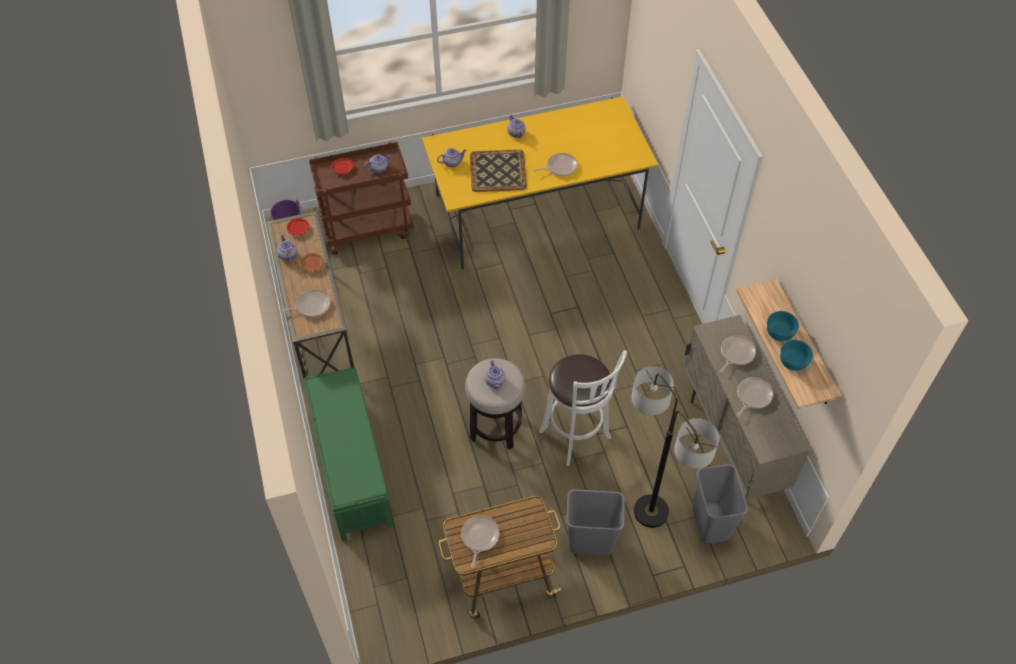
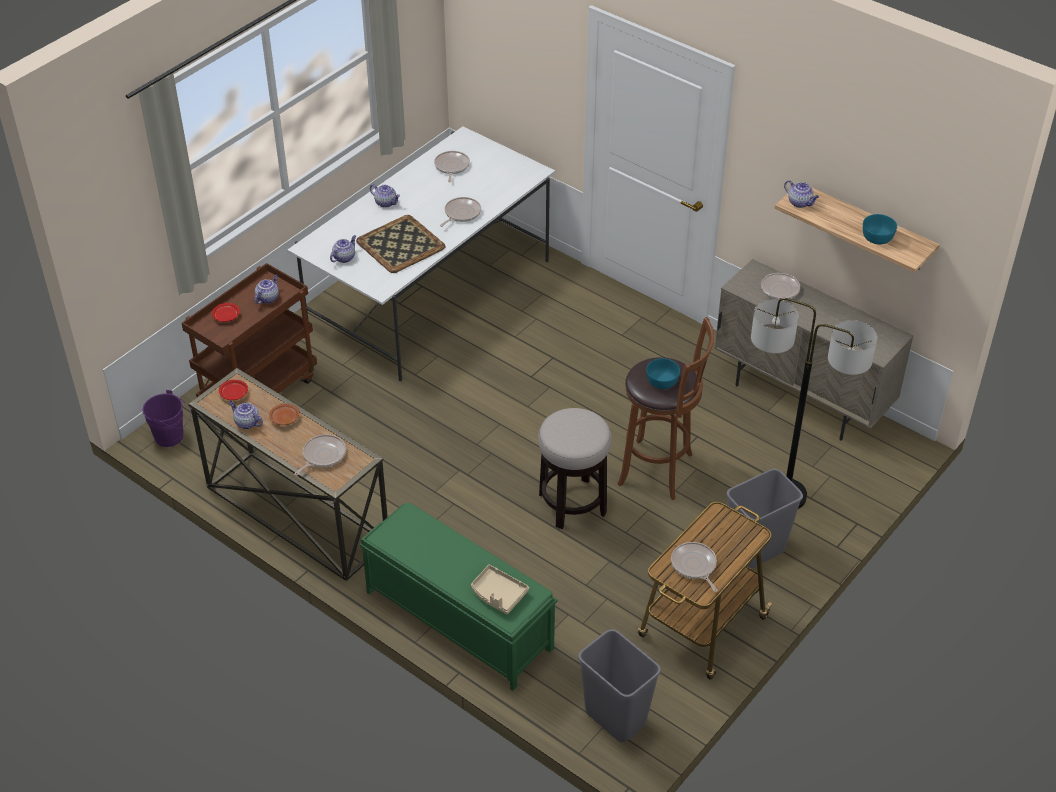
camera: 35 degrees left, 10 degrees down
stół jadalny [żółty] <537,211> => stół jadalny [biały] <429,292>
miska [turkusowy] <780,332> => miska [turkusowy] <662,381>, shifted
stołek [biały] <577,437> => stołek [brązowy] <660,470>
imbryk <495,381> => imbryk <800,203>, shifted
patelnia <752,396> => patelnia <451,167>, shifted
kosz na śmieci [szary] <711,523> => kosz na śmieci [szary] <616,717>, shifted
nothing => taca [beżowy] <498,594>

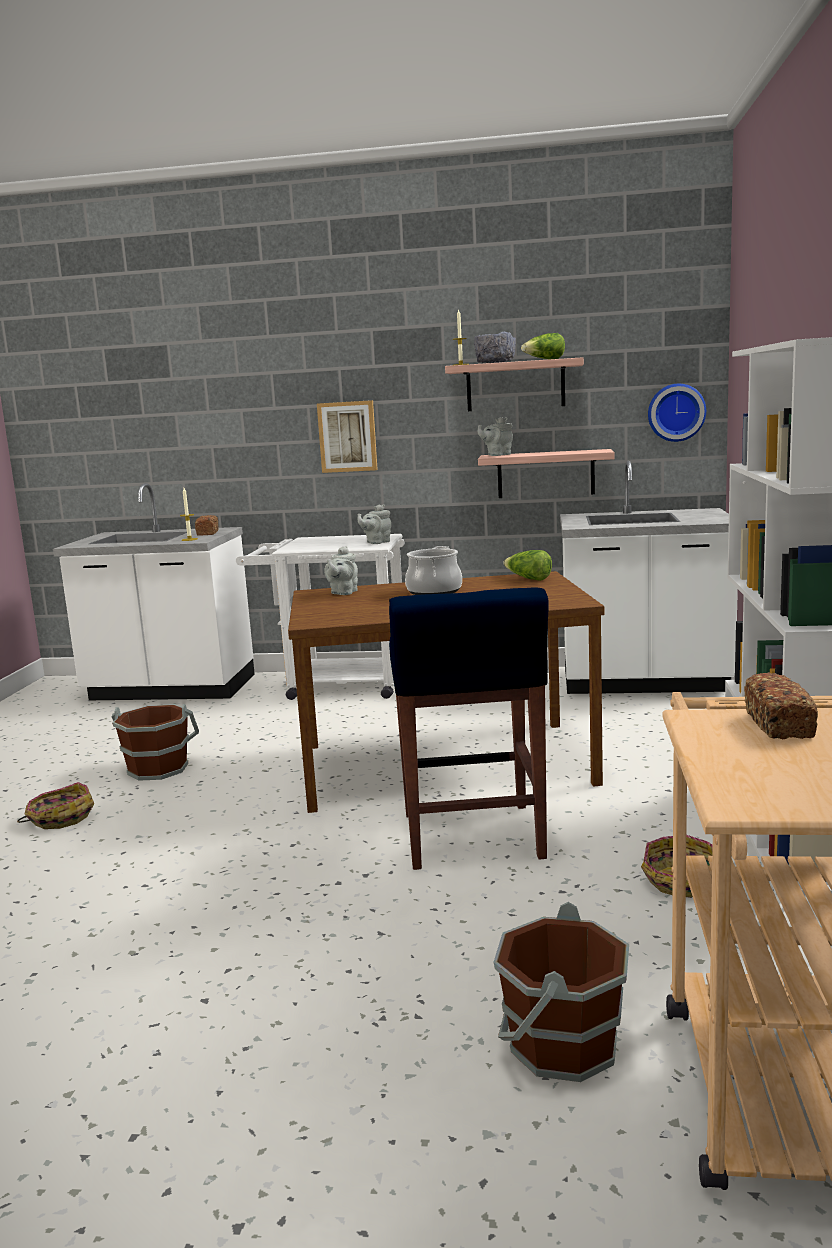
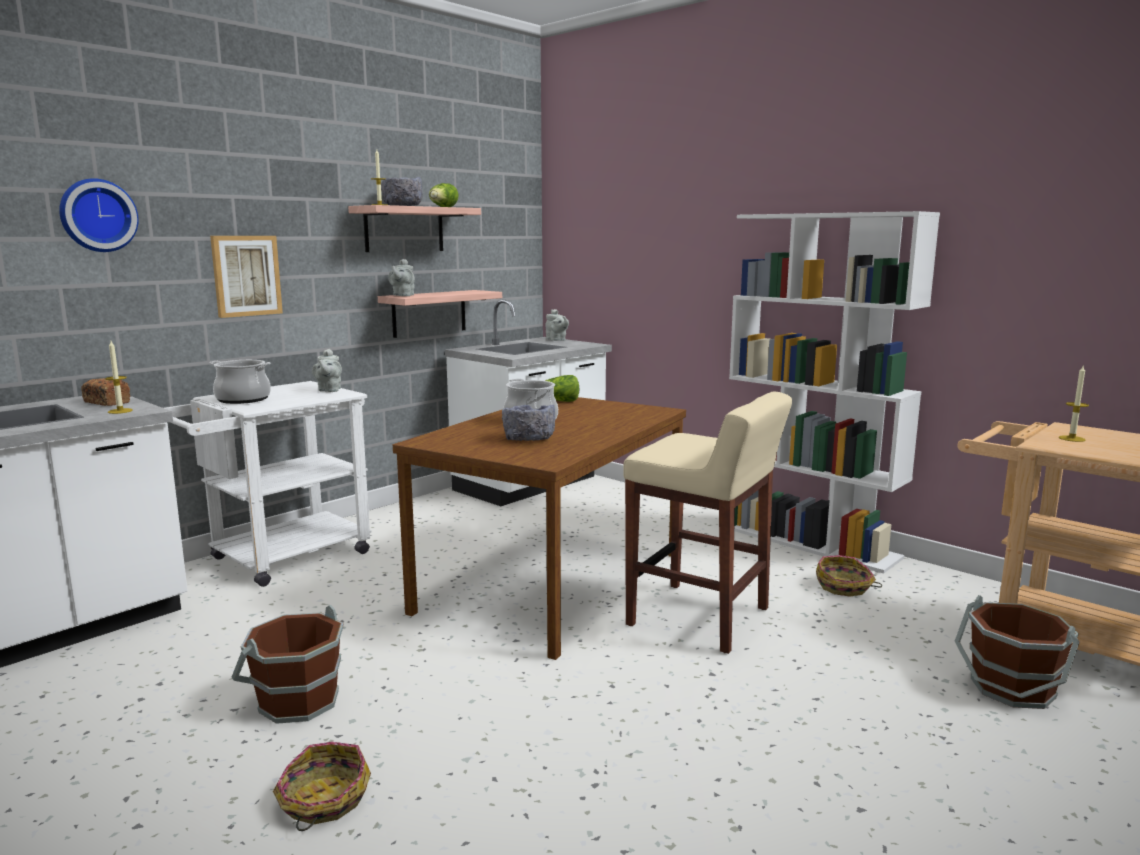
camera: 55 degrees left, 0 degrees up
zegar ścienny <676,412> => zegar ścienny <97,215>, shifted
imbryk [szary] <343,593> => imbryk [szary] <557,340>, shifted
stołek [niebieski] <472,838> => stołek [beżowy] <701,618>
chleb <779,725> => świeca <1072,438>
nothing => garnek <243,399>
nothing => miska [szary] <528,439>

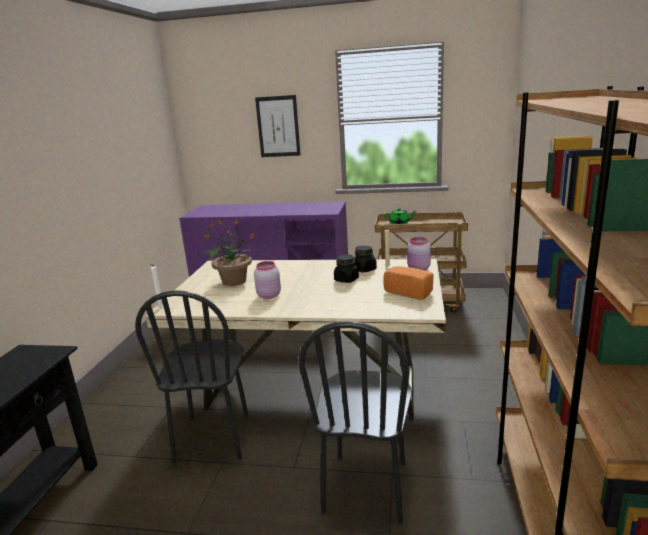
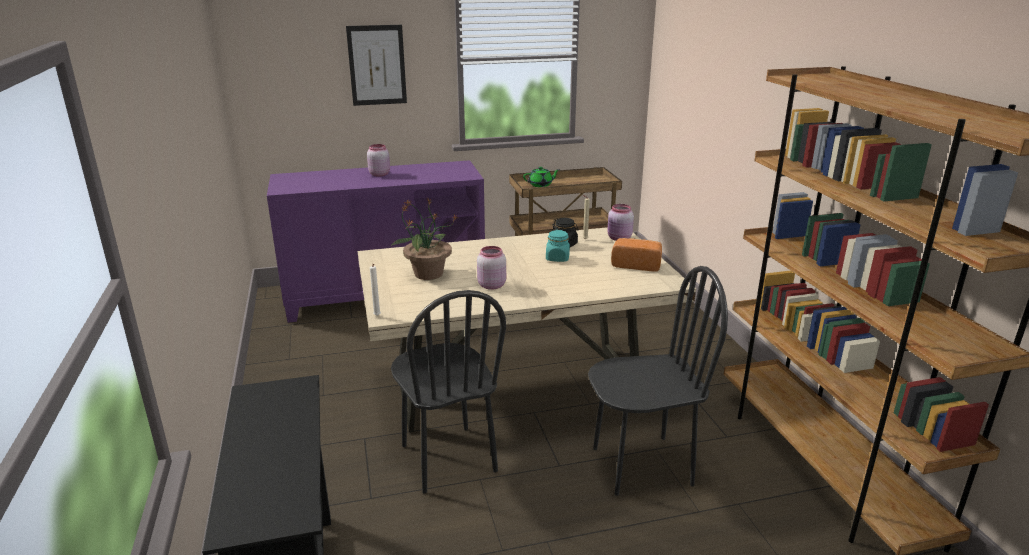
camera: 25 degrees left, 5 degrees up
słoik [czarny] <346,280> => słoik [turkusowy] <557,258>
krzesło [czarny] <366,487> => krzesło [czarny] <641,465>, 90 degrees counterclockwise
nothing => słoik [różowy] <379,174>

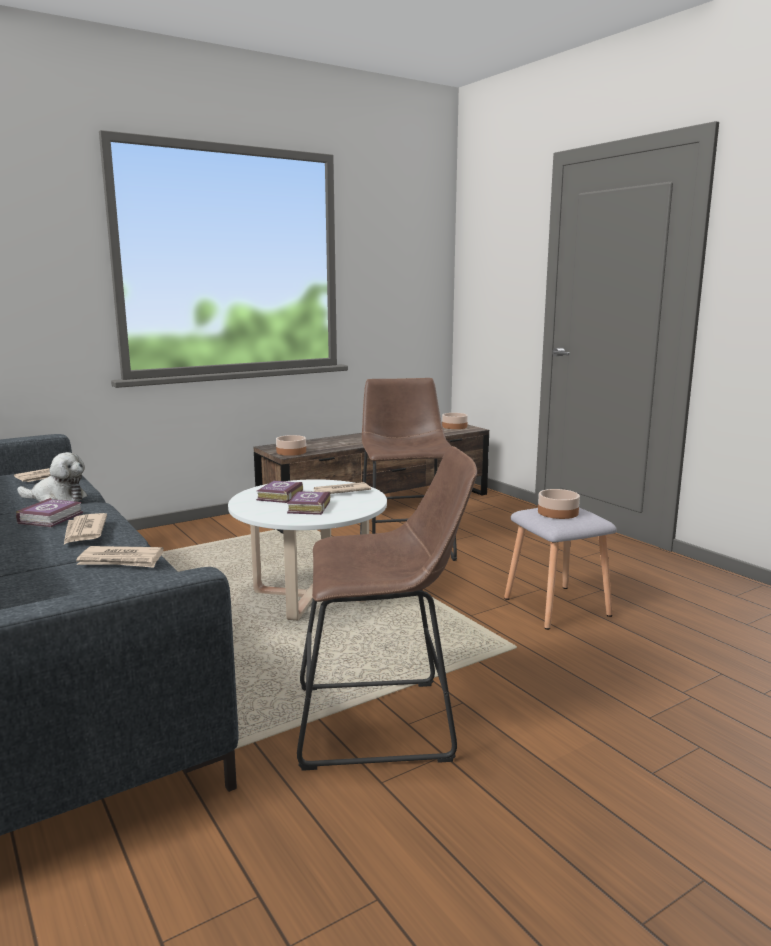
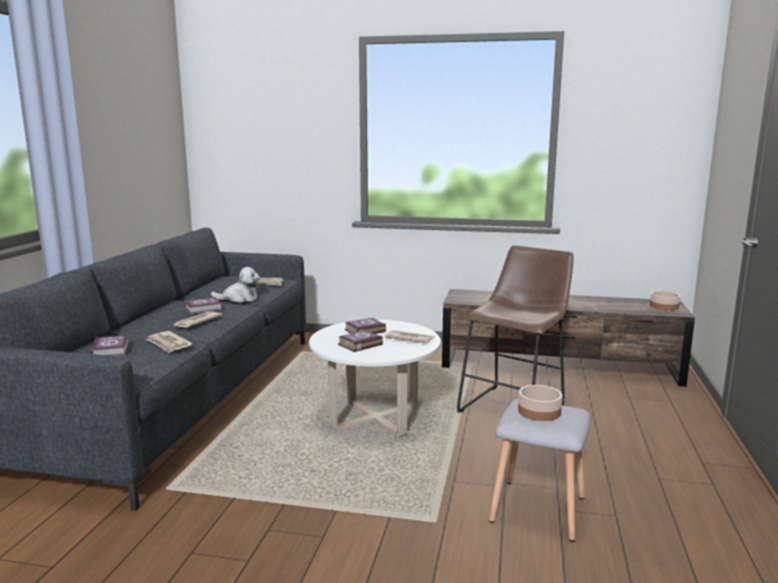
camera: 45 degrees right, 0 degrees up
miska <291,452> => nothing
stołek [brązowy] <384,723> => nothing
pluszak <57,499> => pluszak <239,298>, 60 degrees counterclockwise
nothing => książka <111,351>

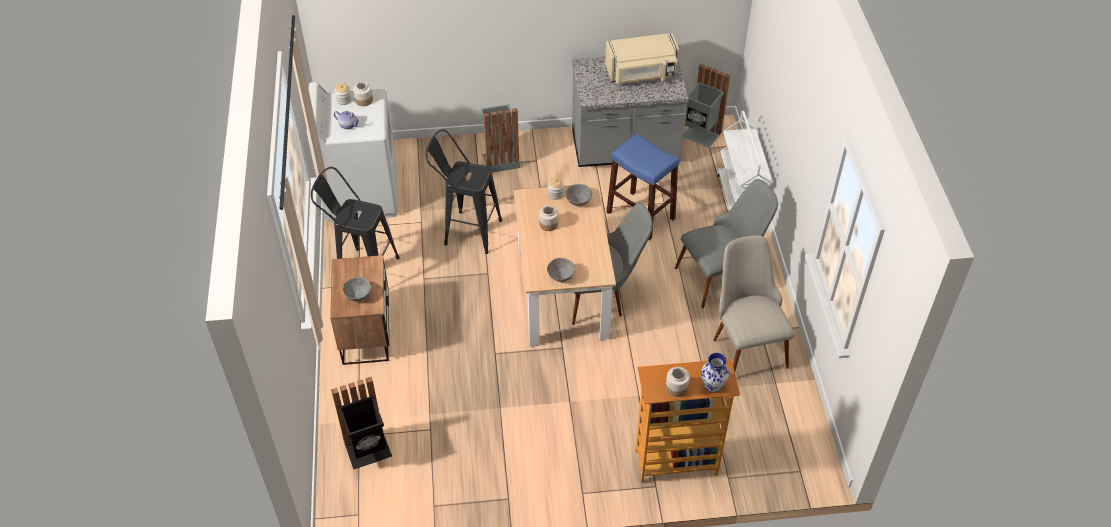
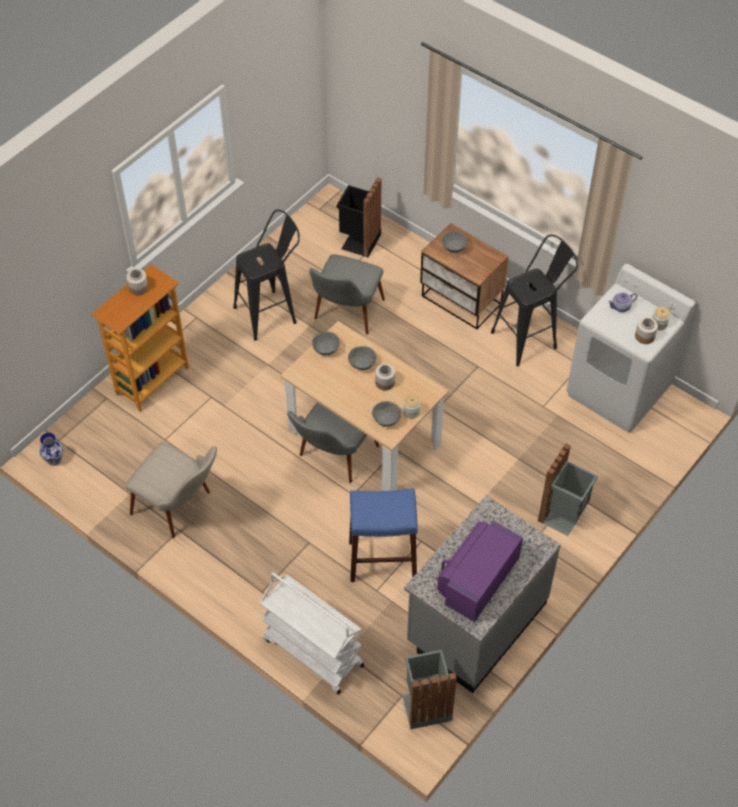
camera: 135 degrees right, 5 degrees up
mikrofalówka [beżowy] <641,74> => mikrofalówka [fioletowy] <476,579>
stołek [czarny] <466,231> => stołek [czarny] <271,313>, shifted
krzesło [szary] <721,276> => krzesło [szary] <345,318>, shifted
wazon <712,386> => wazon <54,459>, shifted
nothing => miska [szary] <362,364>

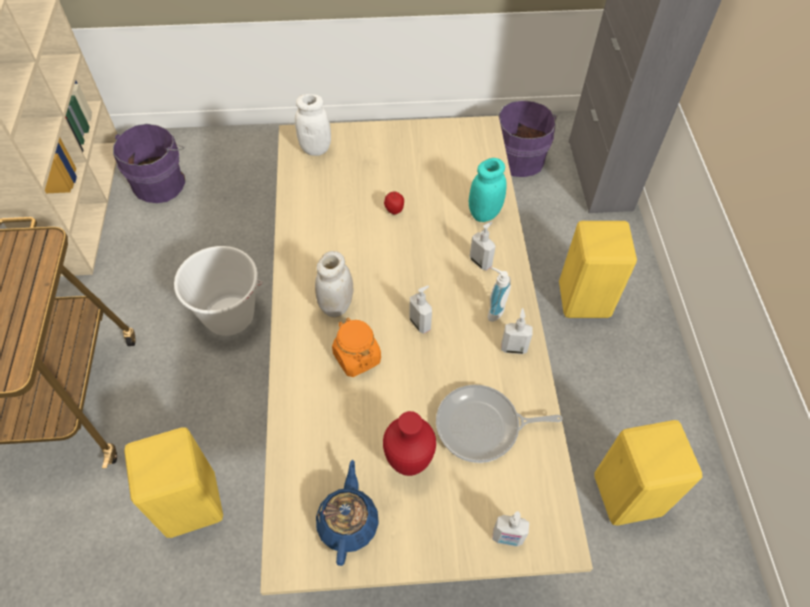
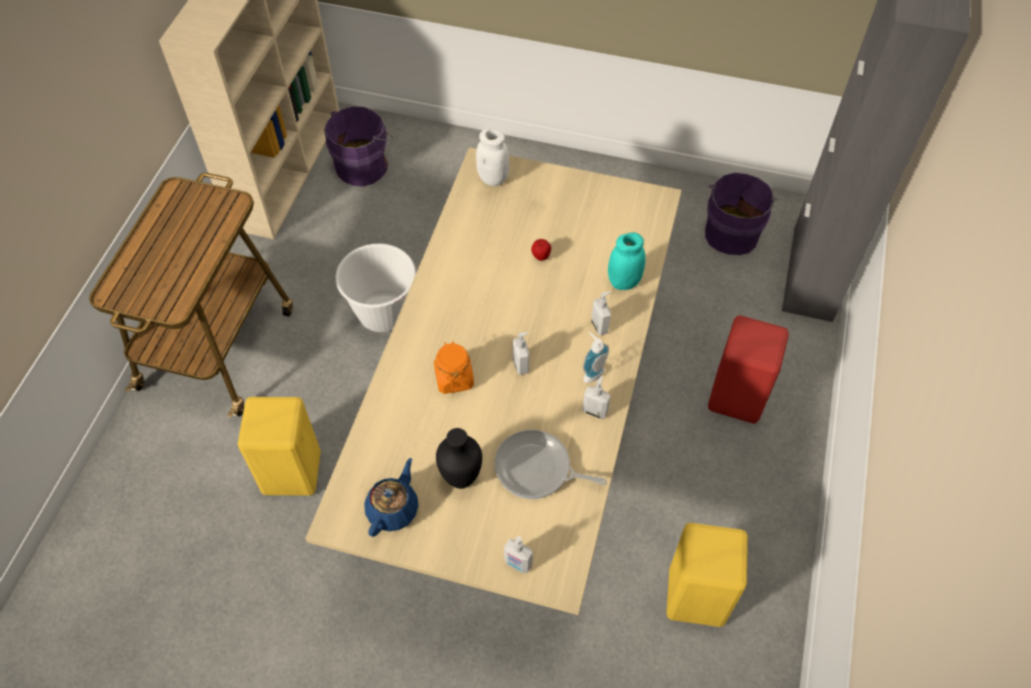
camera: 20 degrees right, 0 degrees up
stołek [żółty] <585,300> => stołek [czerwony] <737,399>
słoik [biały] <336,306> => nothing
wazon [czerwony] <410,464> => wazon [czarny] <462,480>

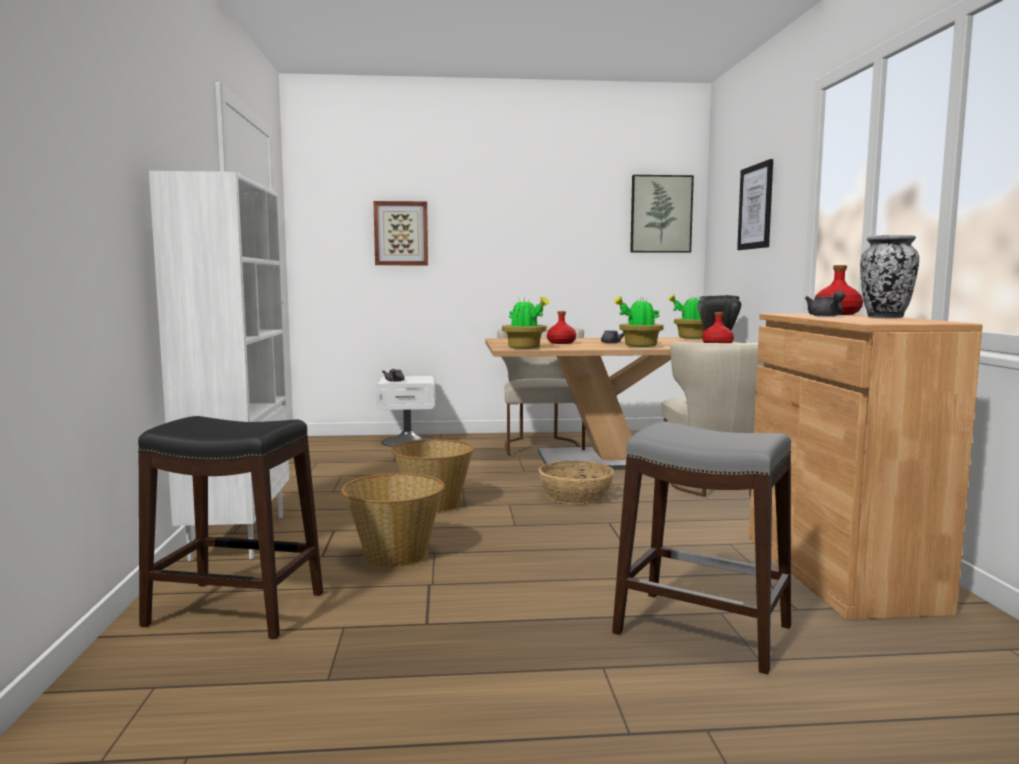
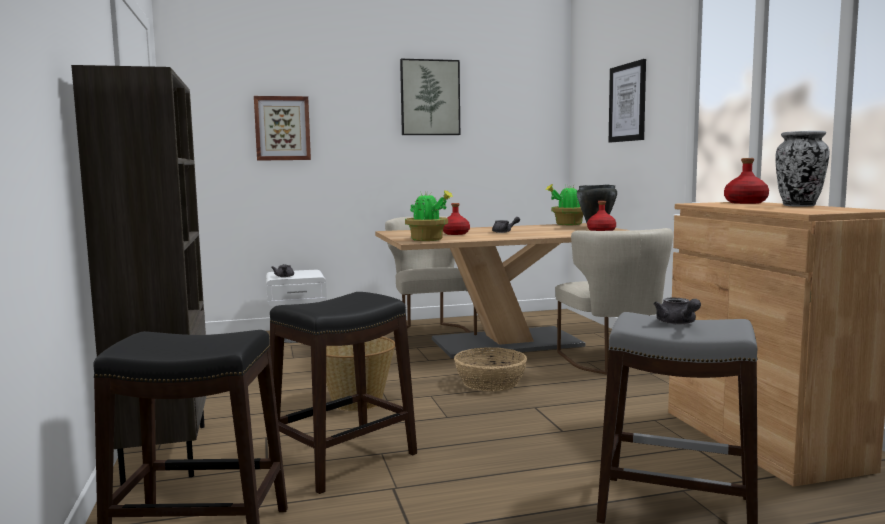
camera: 10 degrees left, 0 degrees up
regał [biały] <237,536> => regał [brązowy] <164,452>
obraz <661,214> => obraz <430,97>, shifted
imbryk [szary] <826,316> => imbryk [szary] <677,323>, shifted
roślina doniczkowa <639,346> => nothing
koszyk <395,555> => stołek [czarny] <343,459>

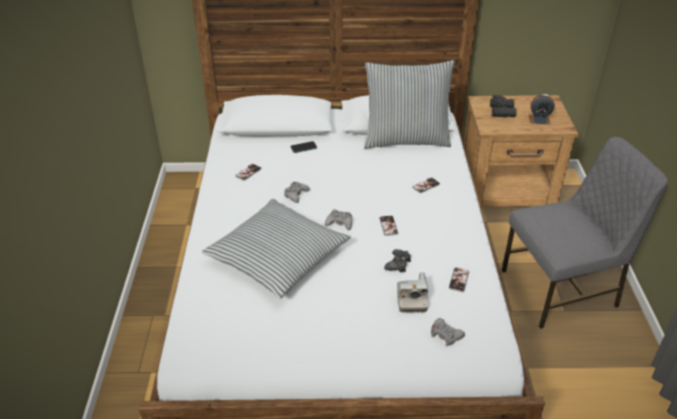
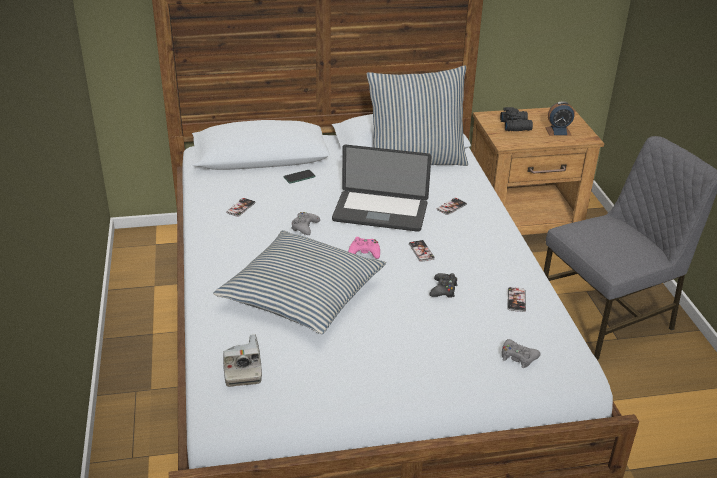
camera: 10 degrees left, 5 degrees down
pad do gier [szary] <339,223> => pad do gier [różowy] <364,252>
aparat fotograficzny <411,299> => aparat fotograficzny <242,370>, shifted
nothing => laptop <380,212>

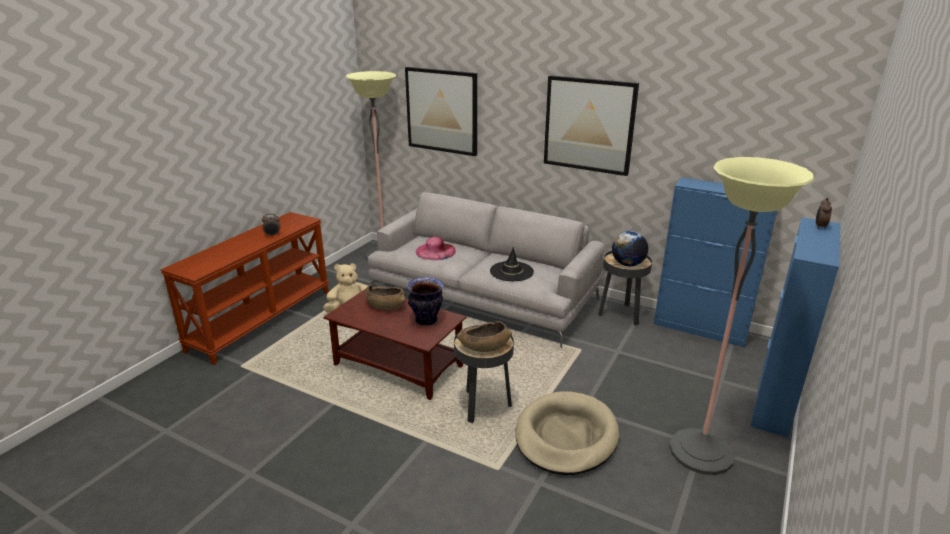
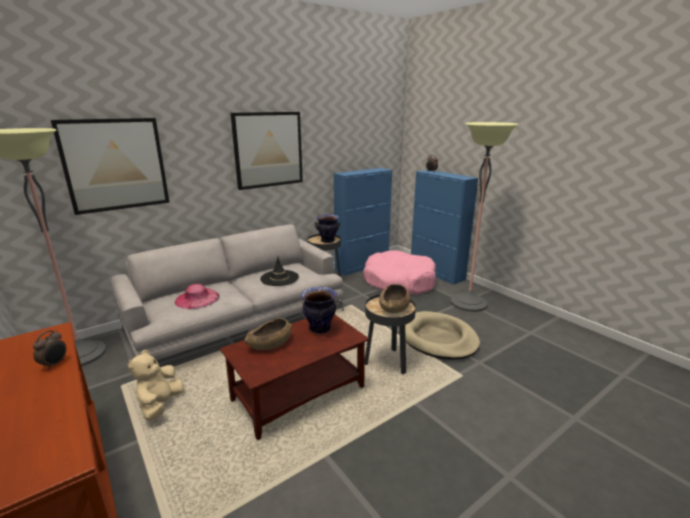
camera: 65 degrees left, 5 degrees down
globus <627,264> => wazon <327,241>
nothing => legowisko [różowy] <399,281>

